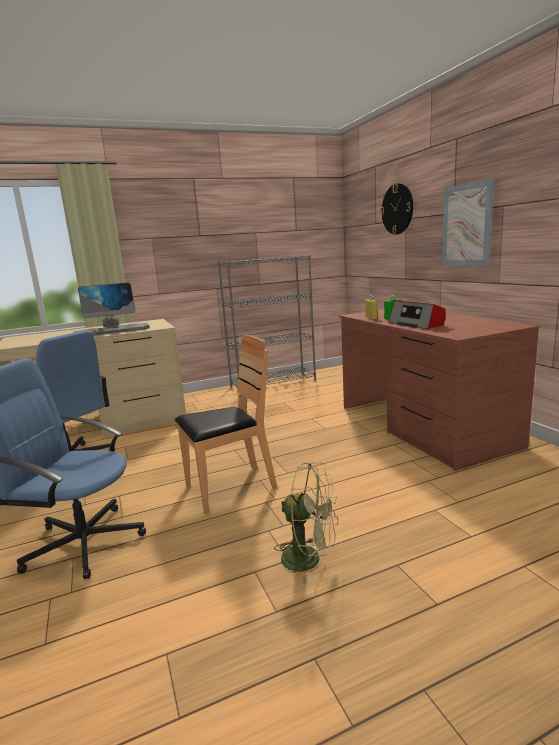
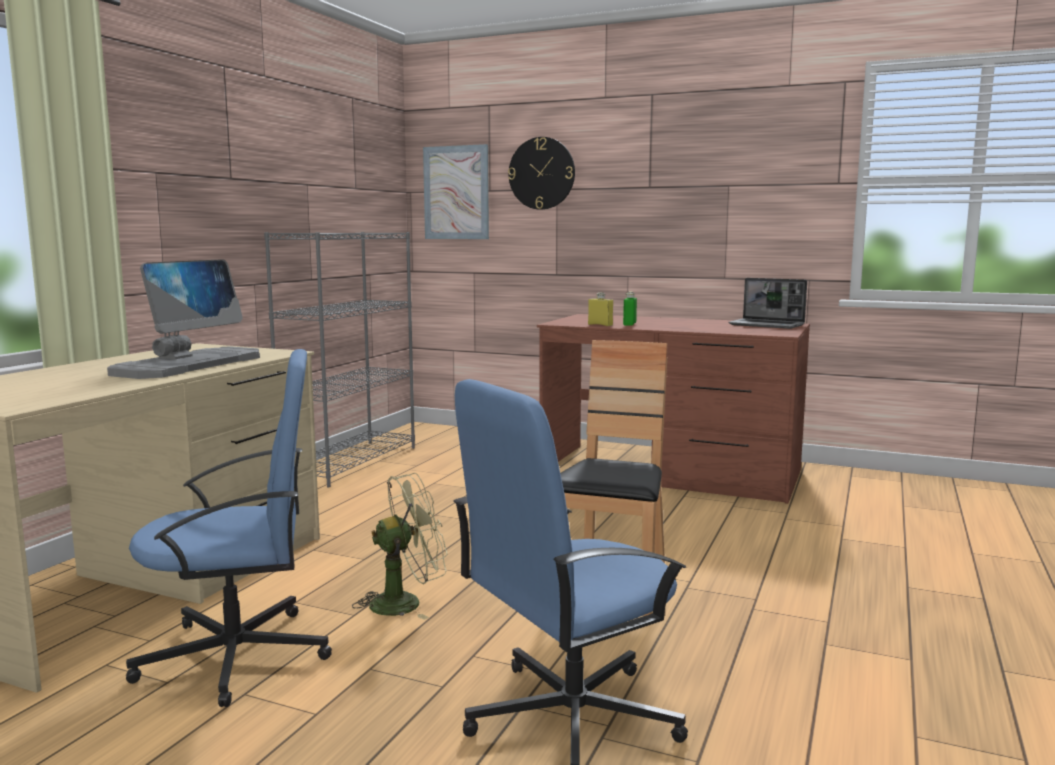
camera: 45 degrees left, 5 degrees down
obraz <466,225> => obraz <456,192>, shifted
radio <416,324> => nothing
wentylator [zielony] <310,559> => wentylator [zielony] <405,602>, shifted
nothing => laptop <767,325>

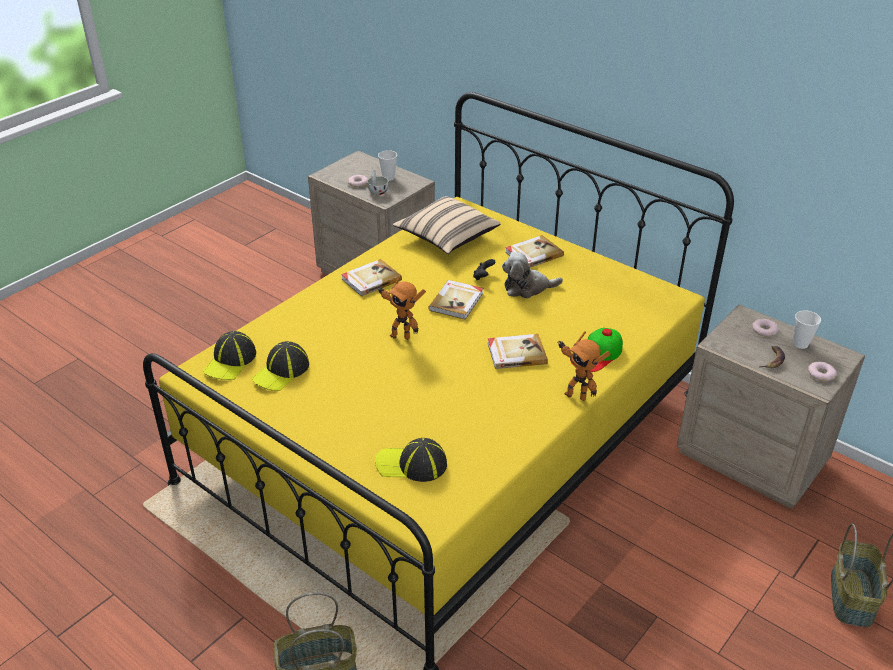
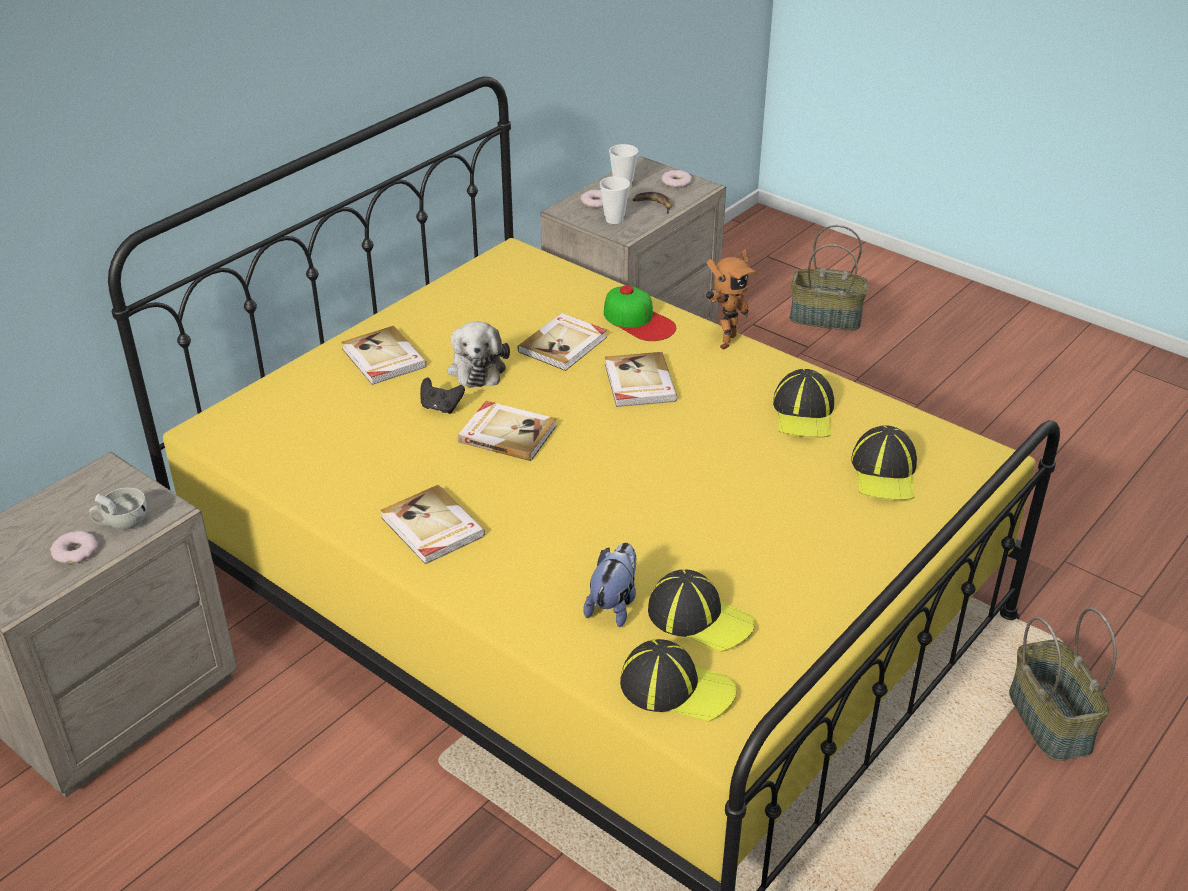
camera: 90 degrees left, 0 degrees up
filiżanka <388,178> => filiżanka <614,219>, shifted
poduszka [beżowy] <446,238> => nothing
robot zabawkowy <400,335> => nothing
nothing => książka <564,344>
nothing => czapka z daszkiem <804,413>
nothing => pluszak <614,604>

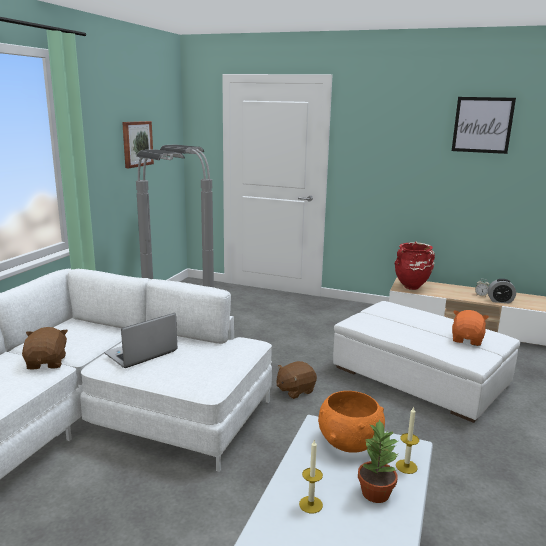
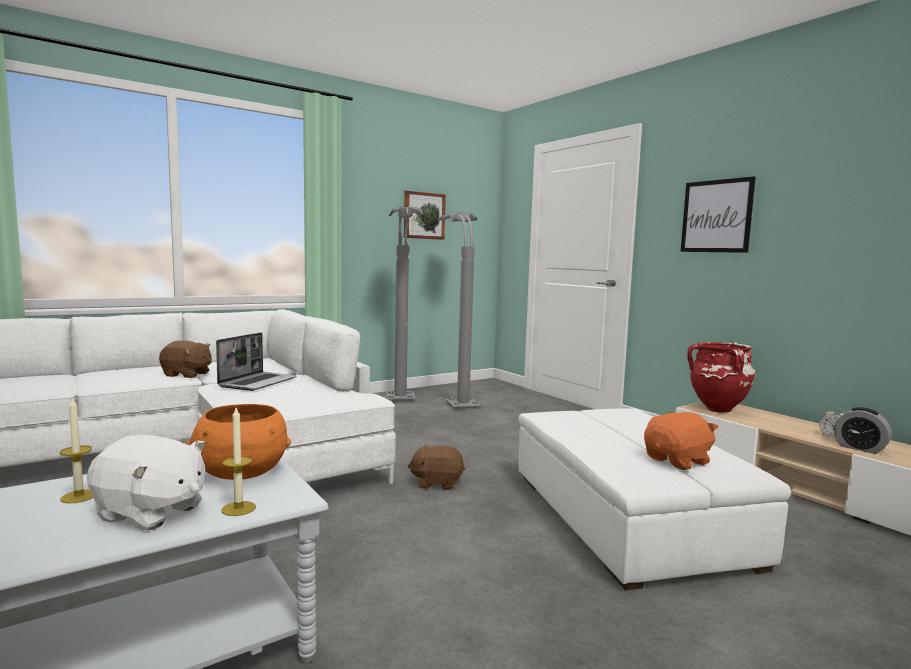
camera: 35 degrees right, 10 degrees down
obraz <482,125> => obraz <716,216>, shifted
laptop <141,353> => laptop <258,382>, 120 degrees clockwise
pluszak [brązowy] <47,363> => pluszak [brązowy] <187,374>, 75 degrees clockwise
roślina doniczkowa <375,492> => pluszak [biały] <150,512>

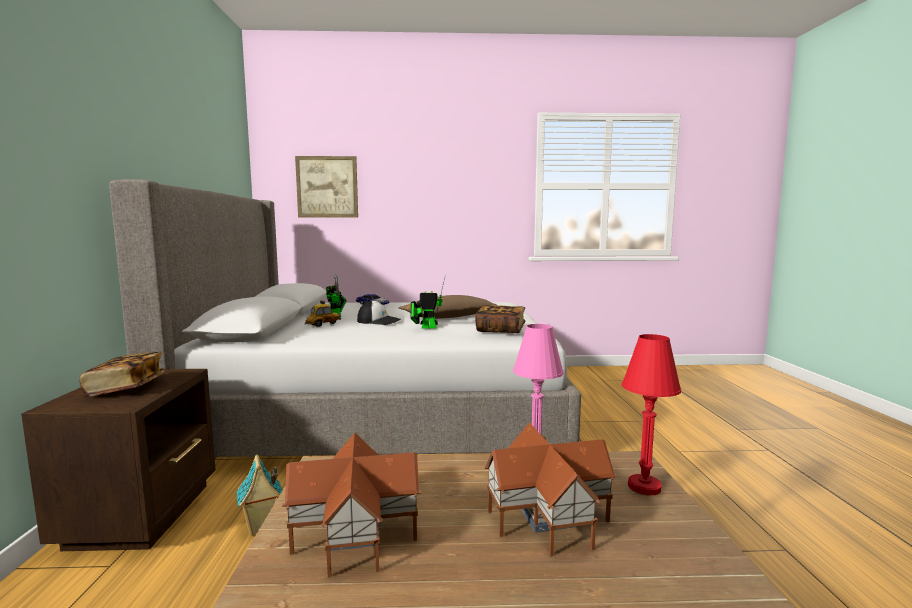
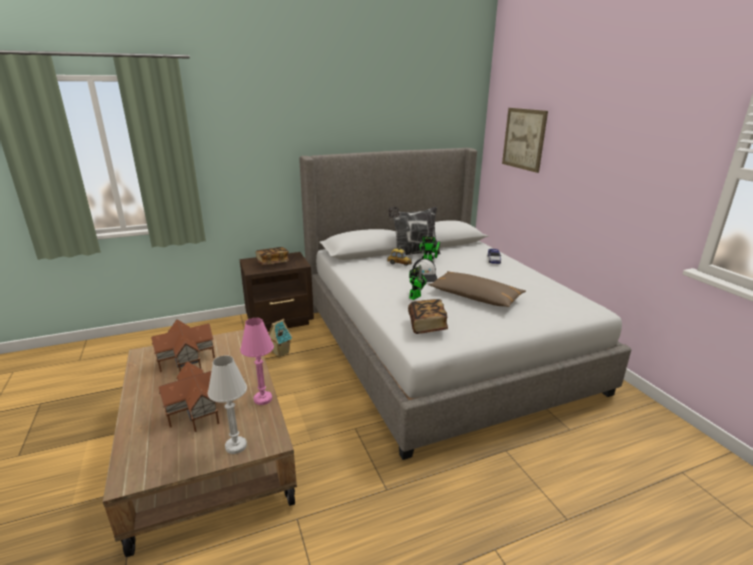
camera: 70 degrees right, 15 degrees up
robot zabawkowy <426,327> => robot zabawkowy <416,296>, 60 degrees clockwise
lampa stołowa [czerwony] <644,486> => lampa stołowa [biały] <236,446>
nothing => poduszka <414,254>

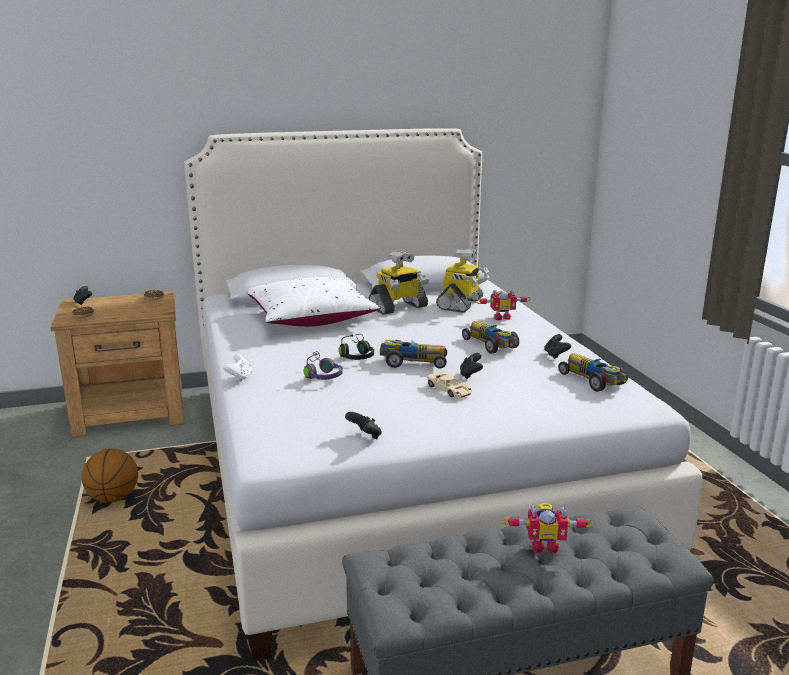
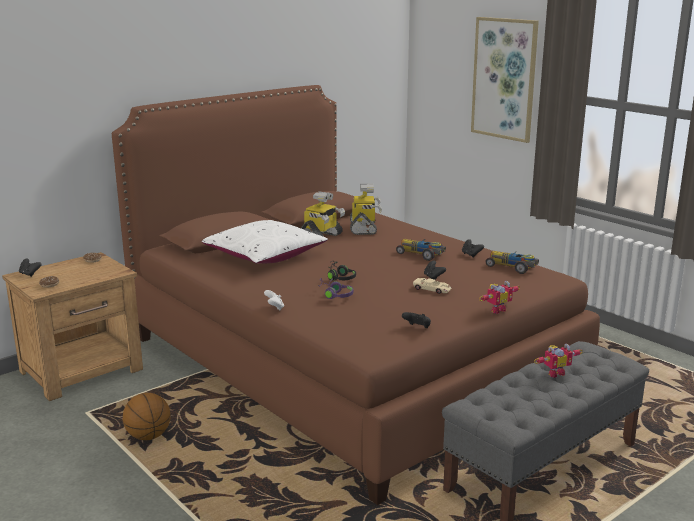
camera: 25 degrees left, 0 degrees up
łóżko [biały] <393,463> => łóżko [brązowy] <345,362>
robot zabawkowy <501,317> => robot zabawkowy <496,309>, shifted
samochodzik <412,362> => nothing
nothing => obraz <504,79>

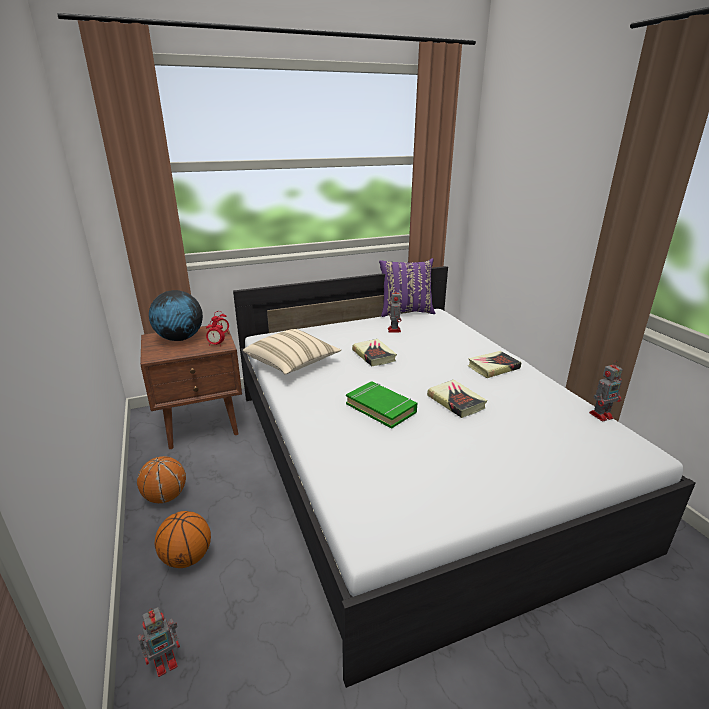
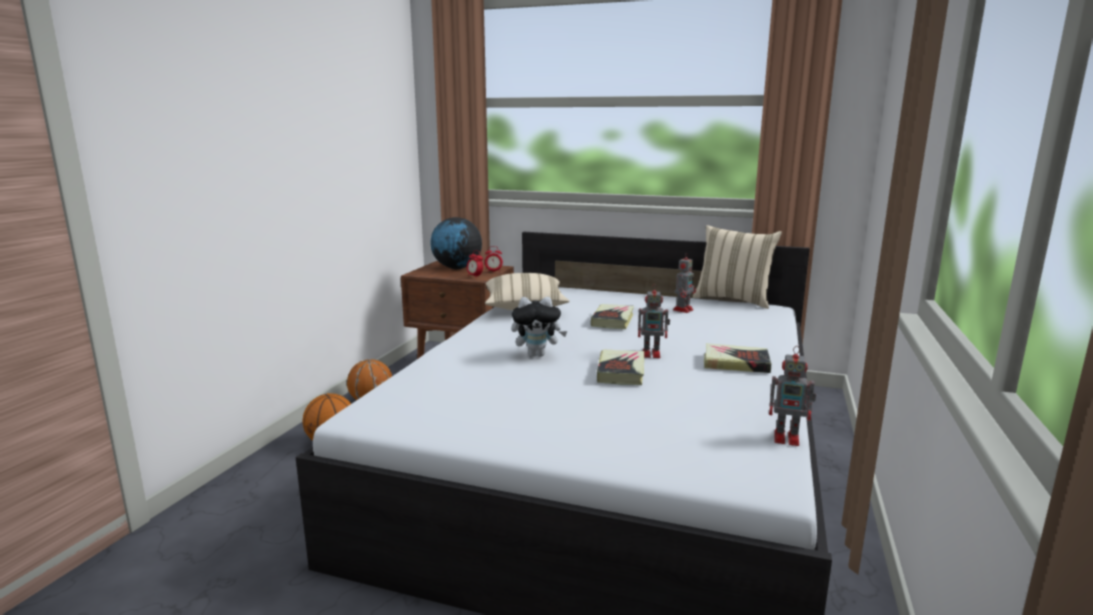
camera: 40 degrees right, 10 degrees down
poduszka [fioletowy] <405,311> => poduszka [beżowy] <733,300>
książka [zielony] <381,408> => pluszak <537,354>
robot zabawkowy <166,661> => robot zabawkowy <652,354>, shifted

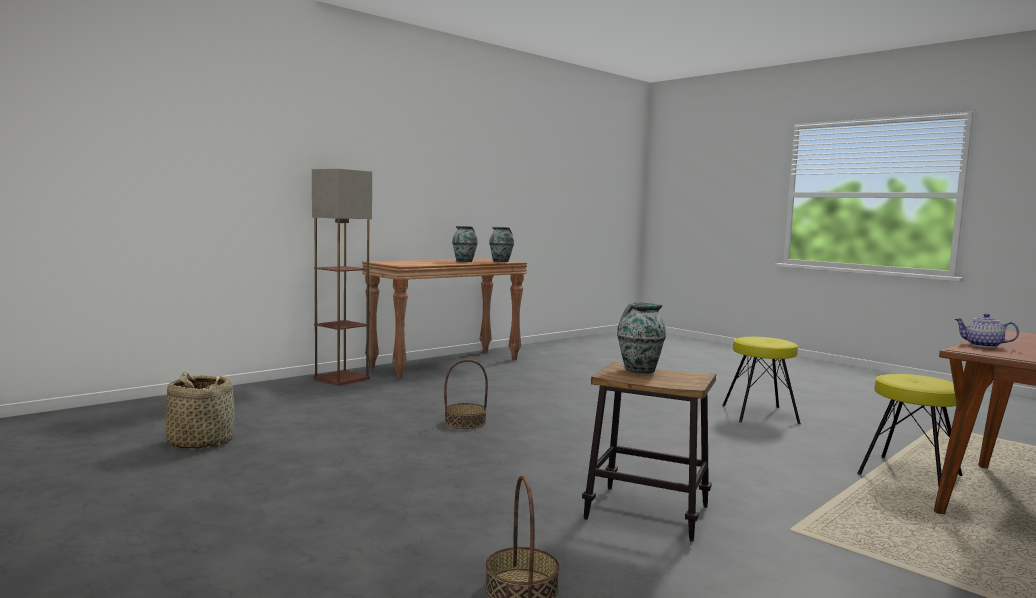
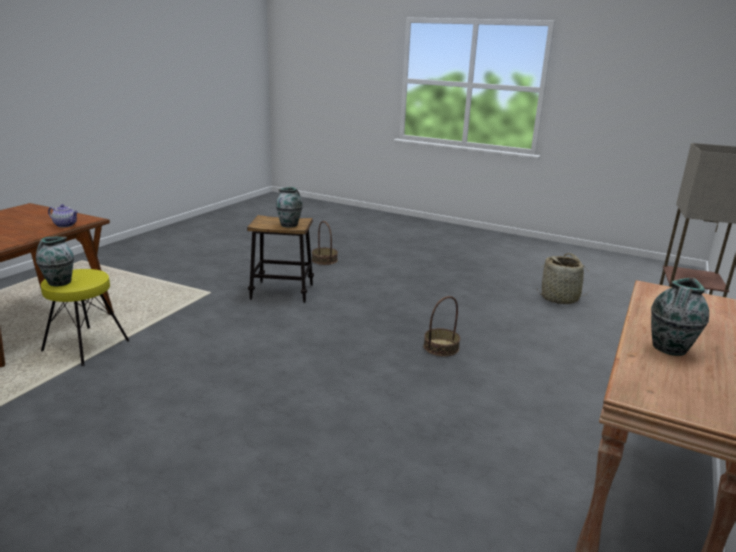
camera: 160 degrees right, 15 degrees up
wazon <501,262> => wazon <59,282>, shifted
stołek [żółty] <760,414> => nothing

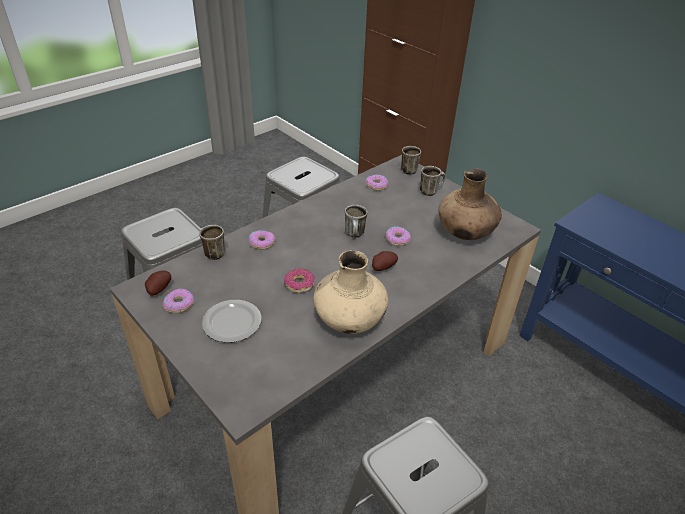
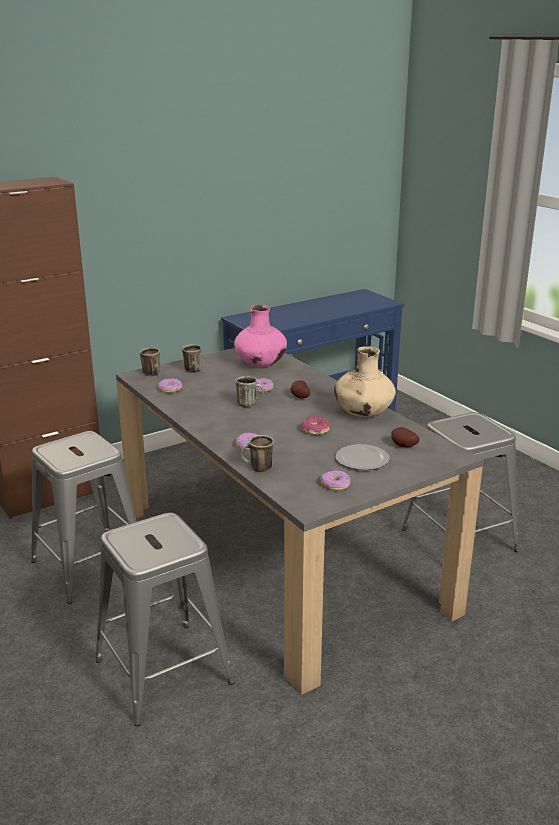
camera: 80 degrees left, 15 degrees down
wazon [brązowy] <465,233> => wazon [różowy] <260,364>
ziemniak <158,290> => ziemniak <403,446>, shifted

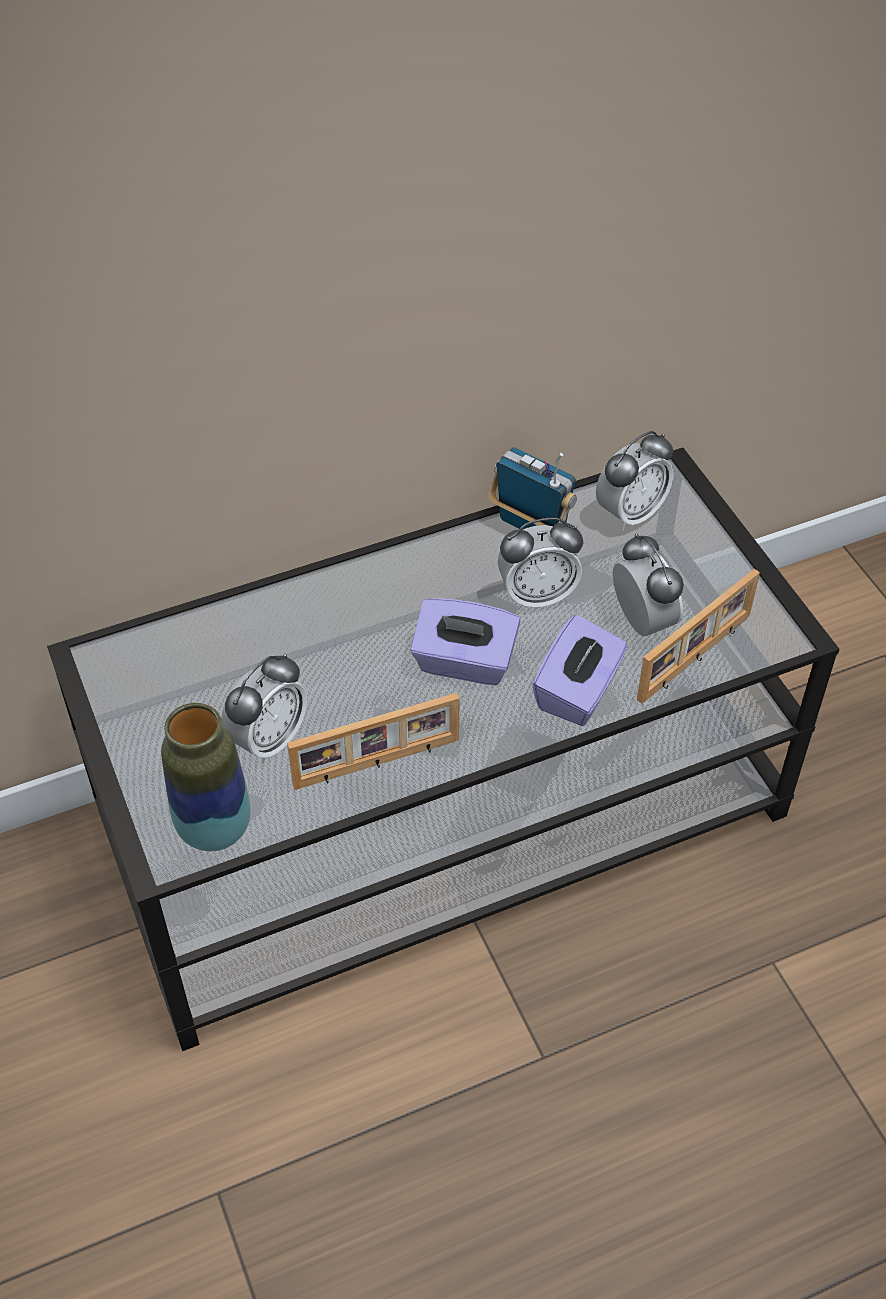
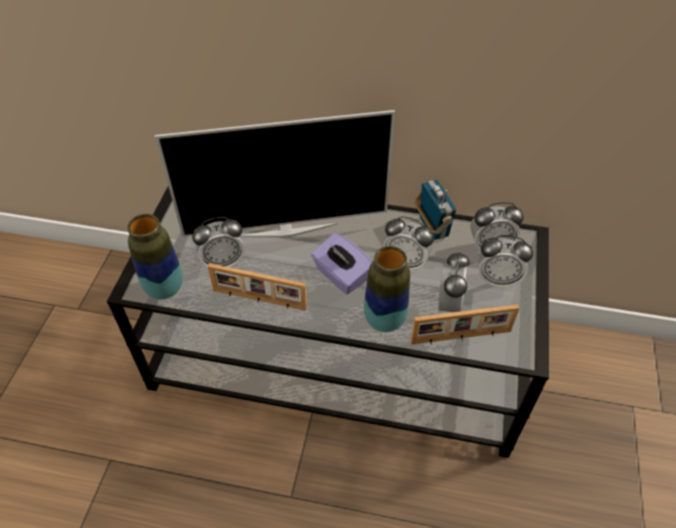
camera: 35 degrees right, 0 degrees up
pudełko chusteczek [fioletowy] <578,692> => wazon <384,320>
nothing => telewizor <286,229>
nothing => budzik <497,279>

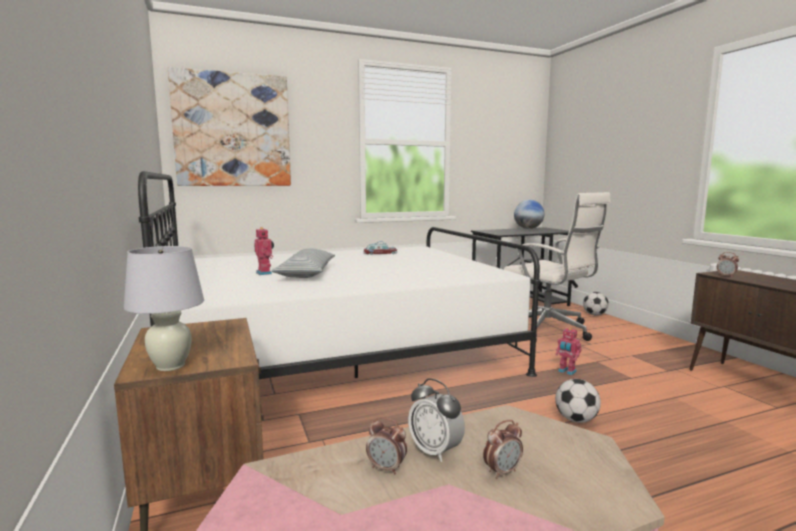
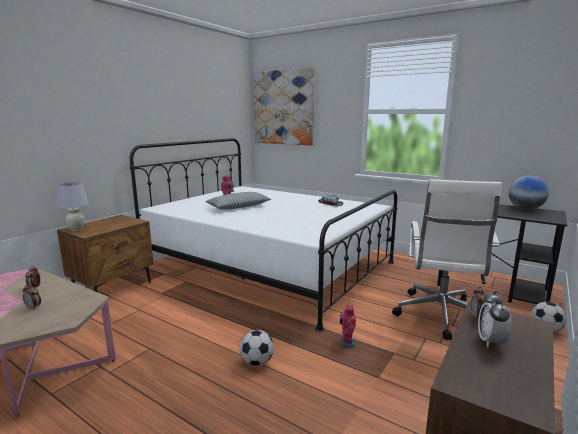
camera: 55 degrees right, 5 degrees up
budzik <435,451> => budzik <491,341>, shifted

